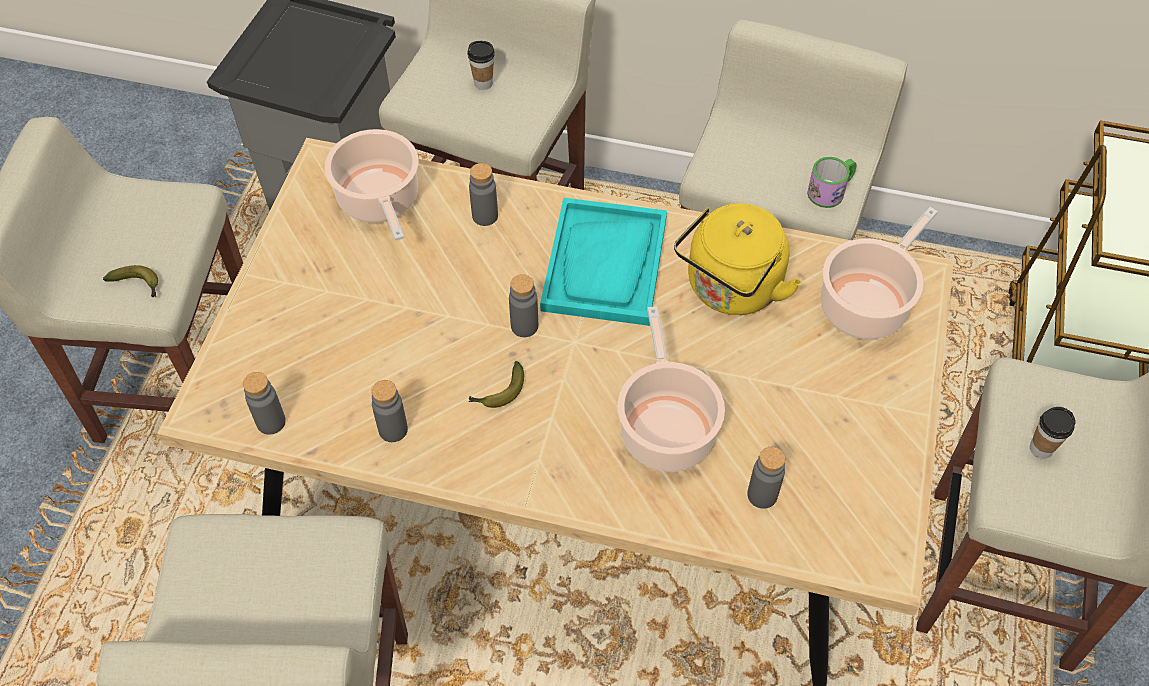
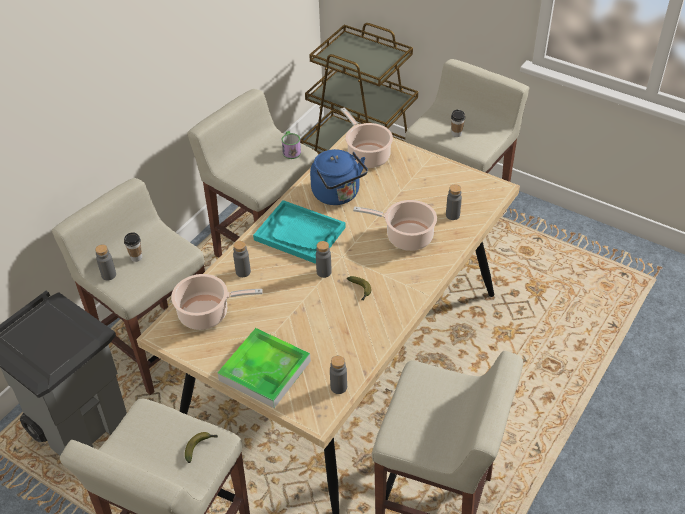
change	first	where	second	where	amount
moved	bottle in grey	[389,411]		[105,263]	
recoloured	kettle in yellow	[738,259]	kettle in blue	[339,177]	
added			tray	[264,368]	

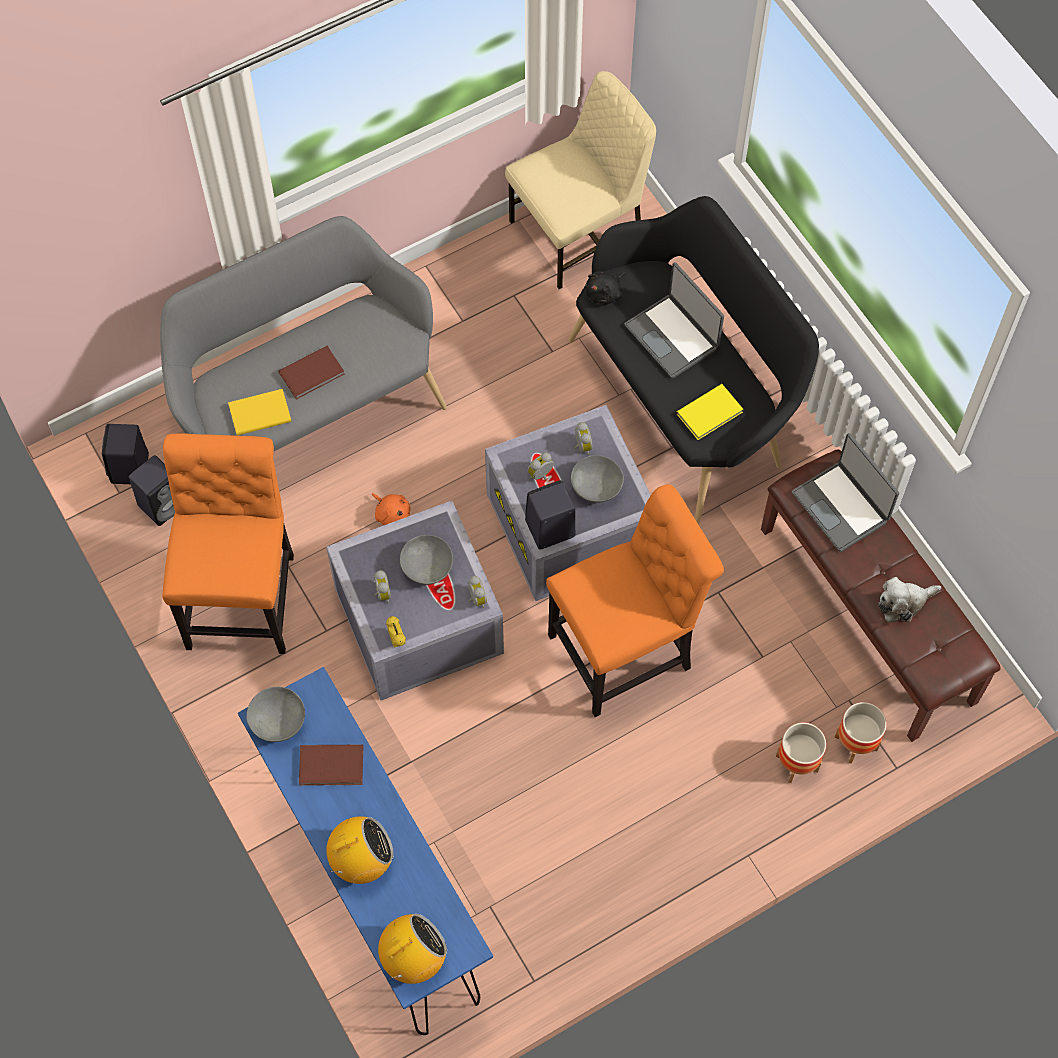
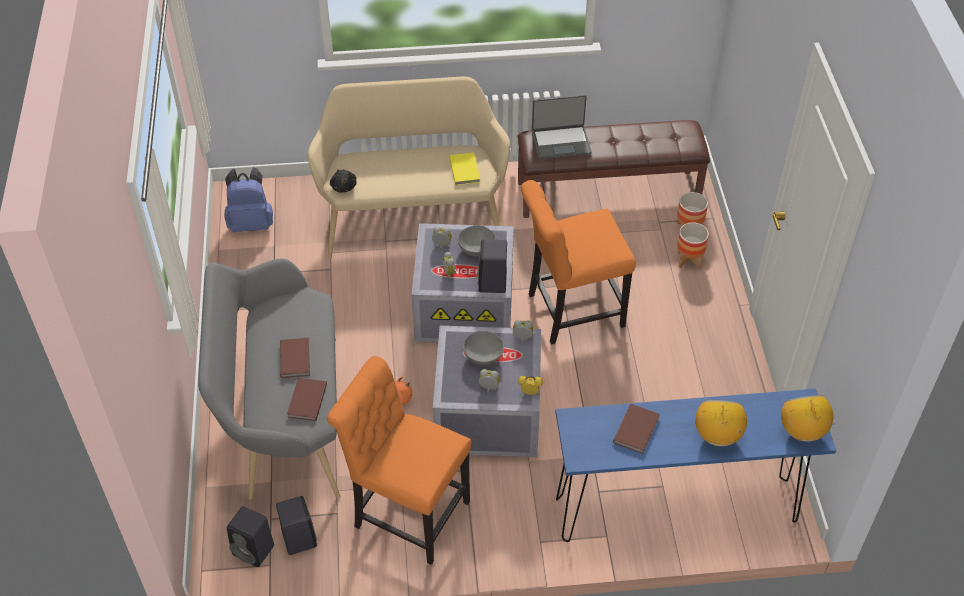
change	first	where	second	where	amount
recoloured	book in yellow	[260,412]	book in brown	[307,399]	
removed	bowl in grey	[275,714]			
replaced	chair in beige	[580,180]	backpack in blue	[249,199]	
turned	chair in orange	[635,600]		[578,262]	105 degrees counterclockwise
recoloured	bench in black	[693,360]	bench in beige	[409,167]	
removed	laptop	[674,320]			
removed	plush toy	[910,600]			

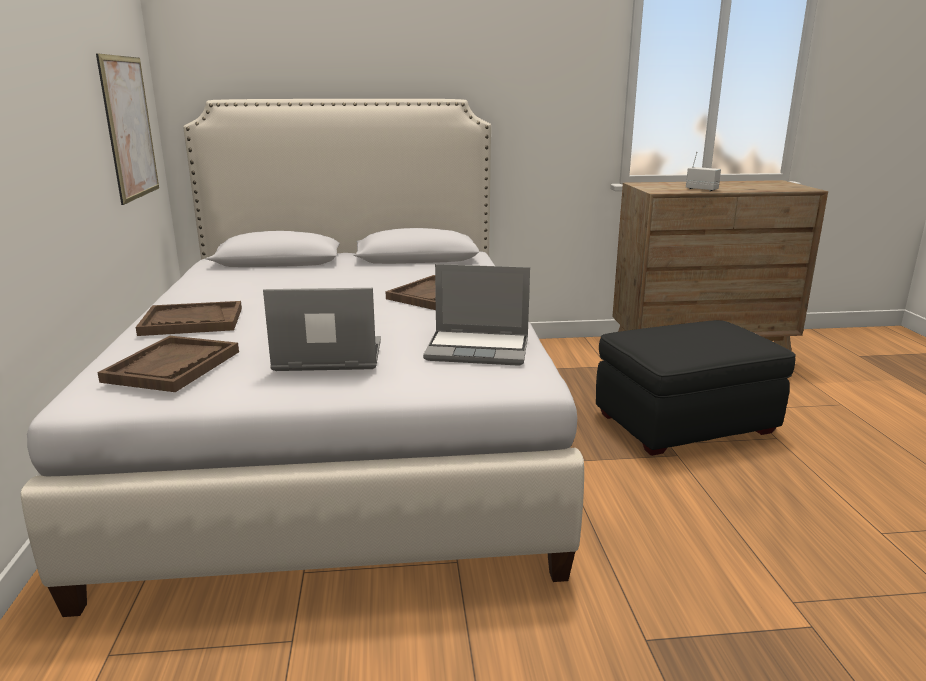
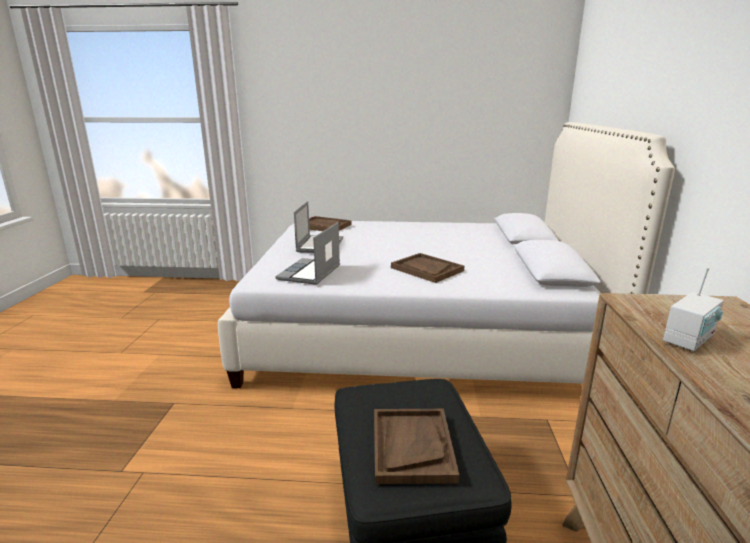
change	first	where	second	where	amount
removed	picture	[127,129]			
moved	tray in brown	[189,318]		[417,446]	

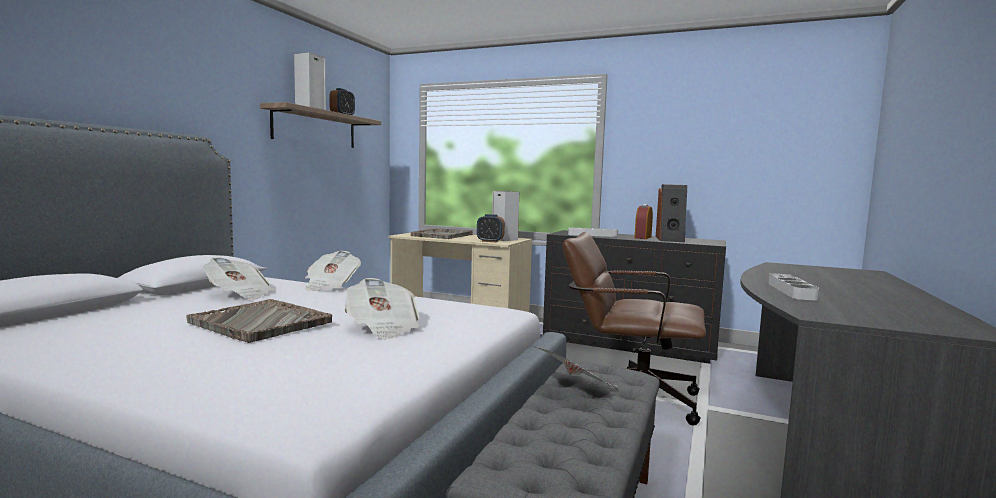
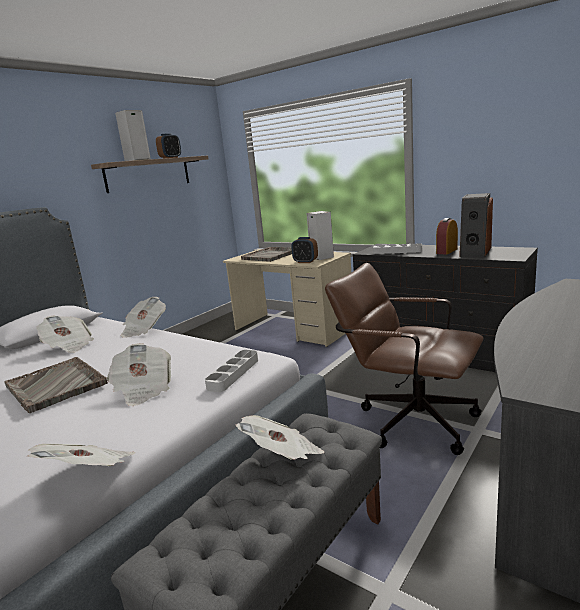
change	first	where	second	where	amount
moved	tray in grey	[794,286]		[231,371]	
added			newspaper	[81,455]	

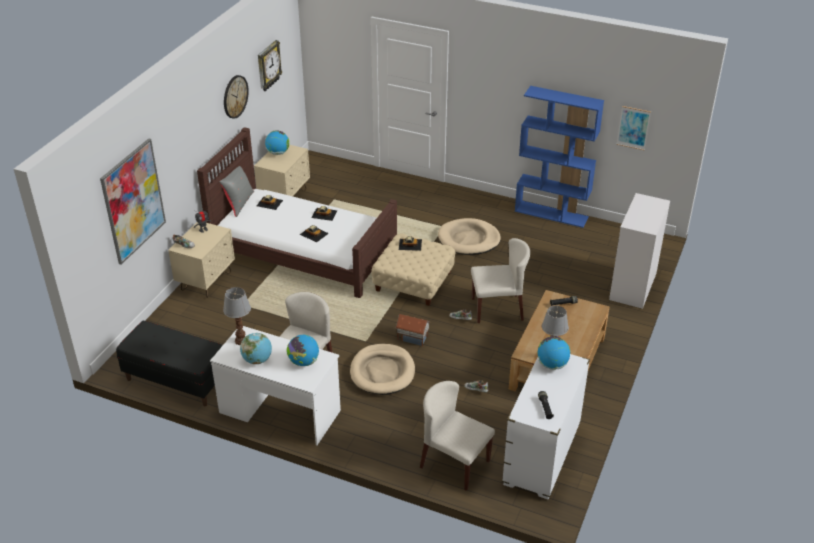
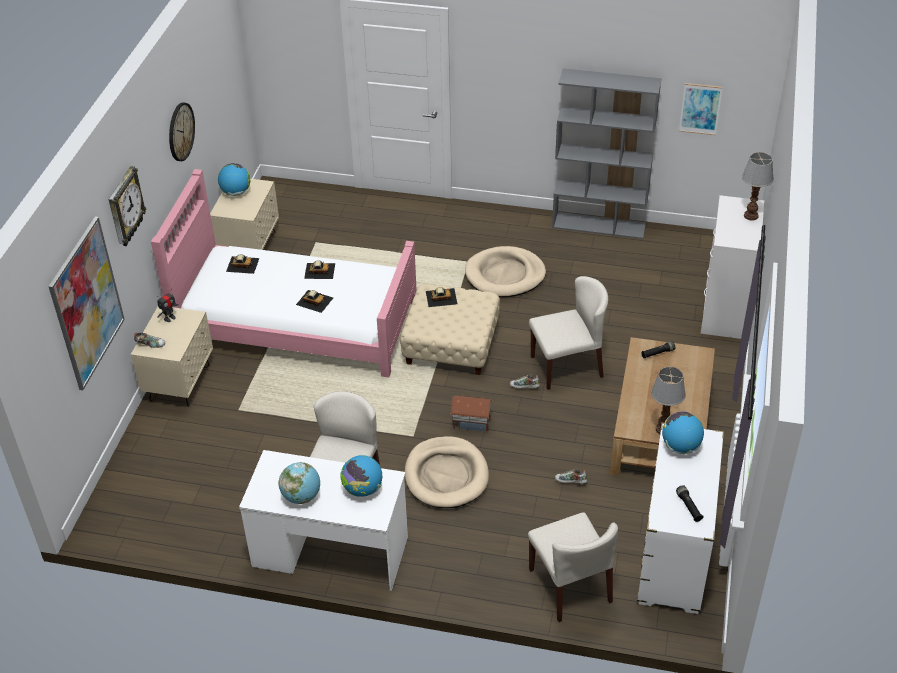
change	first	where	second	where	amount
removed	bench in black	[169,364]			
recoloured	bed in brown	[297,212]	bed in pink	[284,273]	
removed	pillow in grey	[237,191]			
moved	table lamp	[237,316]		[758,186]	
moved	wall clock	[270,65]		[127,206]	
turned	chair in beige	[457,436]		[573,567]	135 degrees counterclockwise
recoloured	bookcase in blue	[559,157]	bookcase in grey	[607,154]	

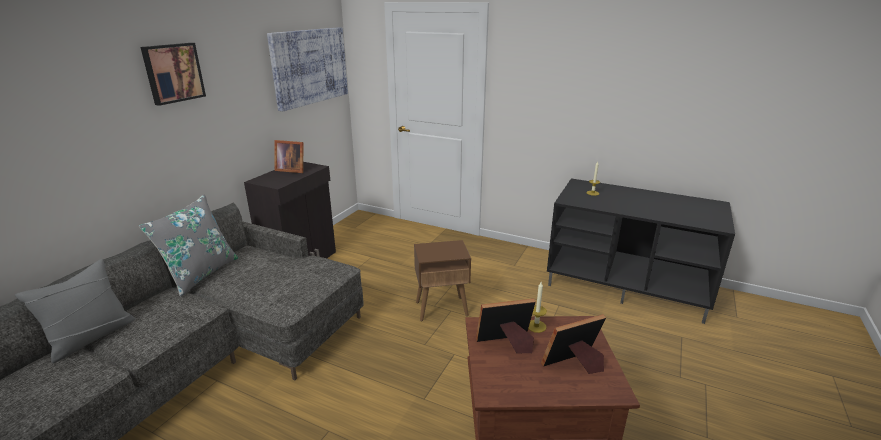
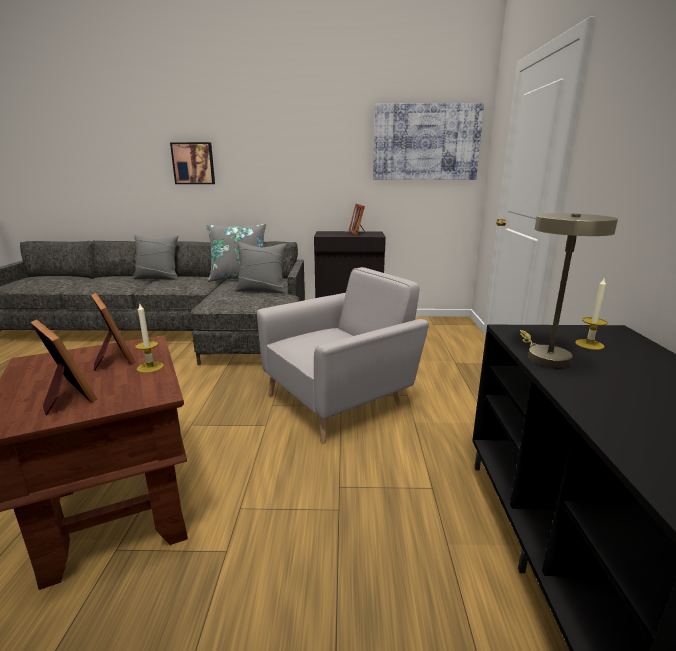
change	first	where	second	where	amount
moved	picture	[173,74]		[192,163]	
replaced	side table in brown	[442,280]	armchair in grey	[343,355]	
added			pillow in grey	[261,267]	
added			table lamp in beige	[569,290]	

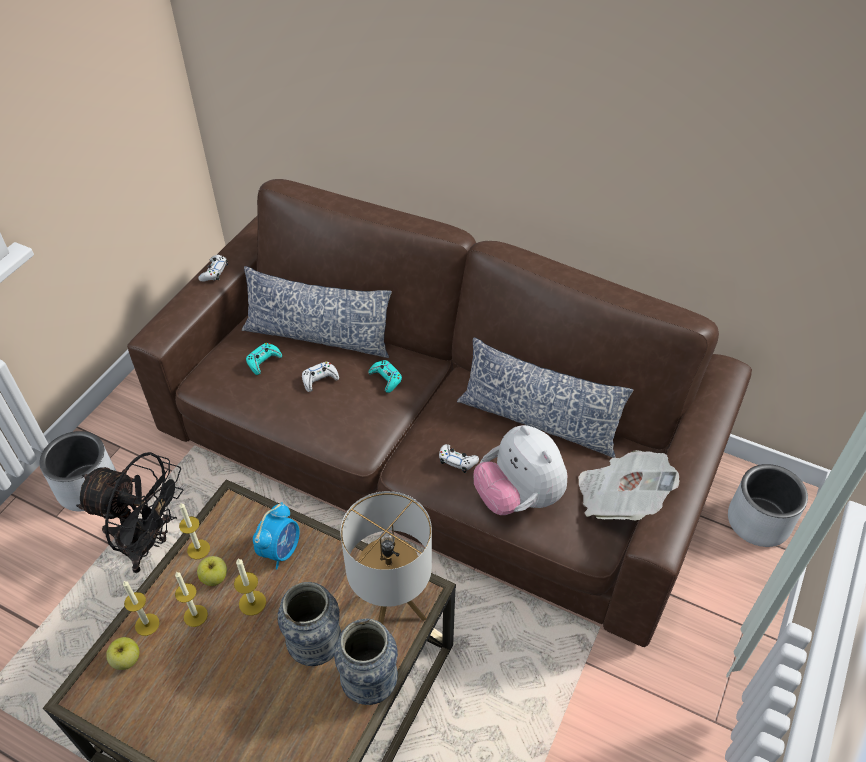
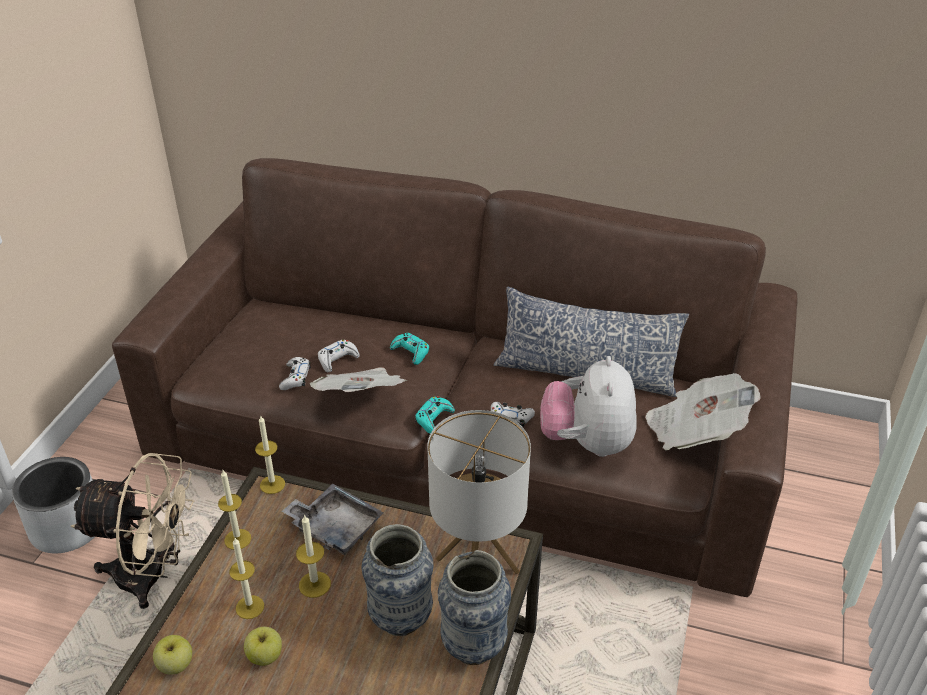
change	first	where	second	where	amount
recoloured	fan in black	[130,512]	fan in beige	[132,531]	
moved	candle	[141,608]		[270,455]	
moved	apple	[212,571]		[263,646]	
moved	game controller in white	[213,268]		[295,373]	
removed	pillow	[317,312]			
moved	game controller in turquoise	[264,359]		[435,415]	
replaced	alarm clock	[276,535]	tray in grey	[333,519]	
turned	plush toy	[520,470]		[588,406]	45 degrees clockwise
removed	planter in grey	[768,505]			
added			newspaper	[358,380]	

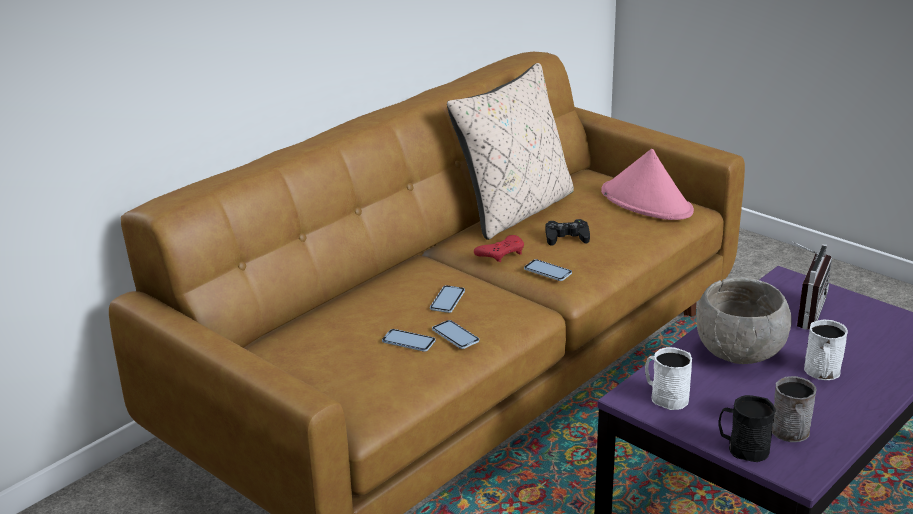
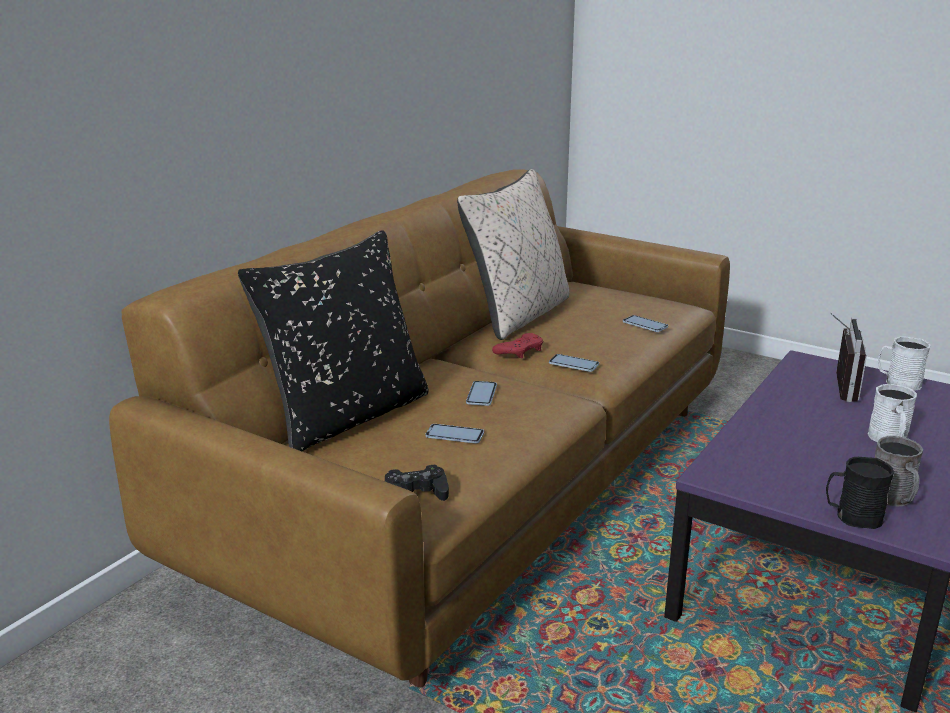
change	first	where	second	where	amount
moved	phone	[455,334]		[645,323]	
moved	game controller in black	[567,232]		[417,483]	
removed	hat in pink	[647,184]			
moved	mug in white	[668,378]		[904,363]	
removed	bowl in grey	[744,320]			
added			pillow in black	[333,340]	

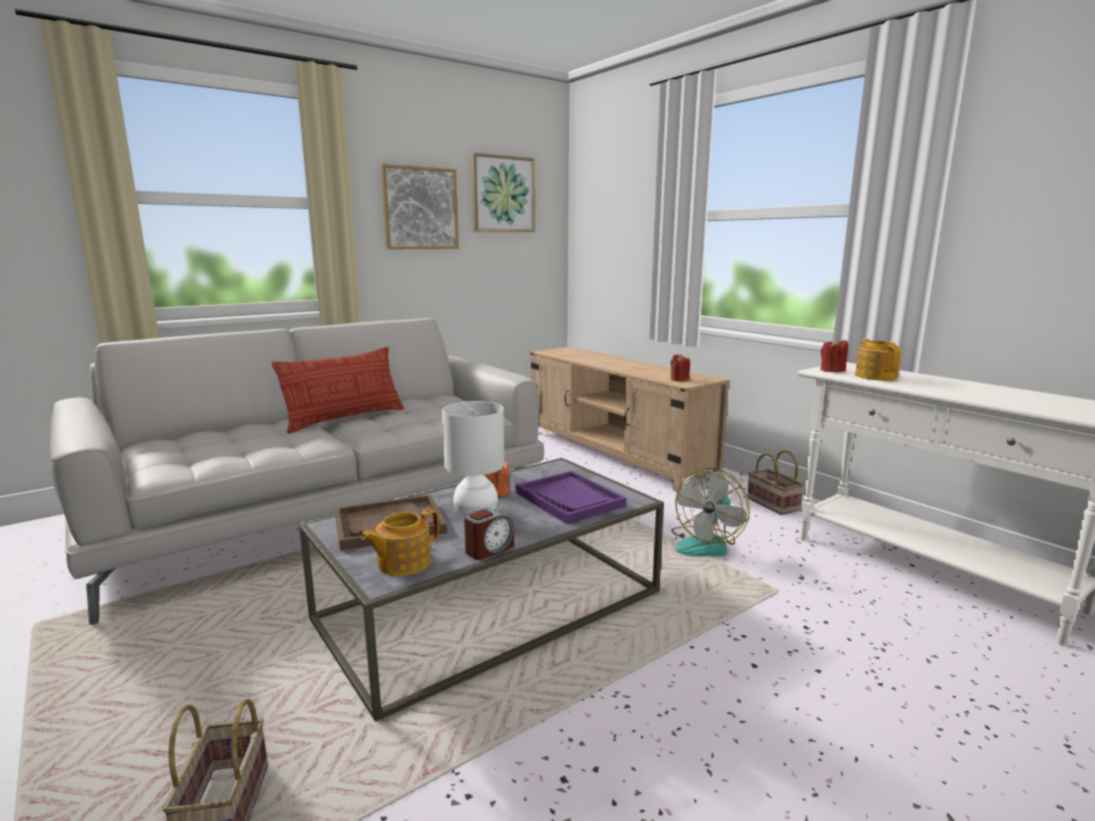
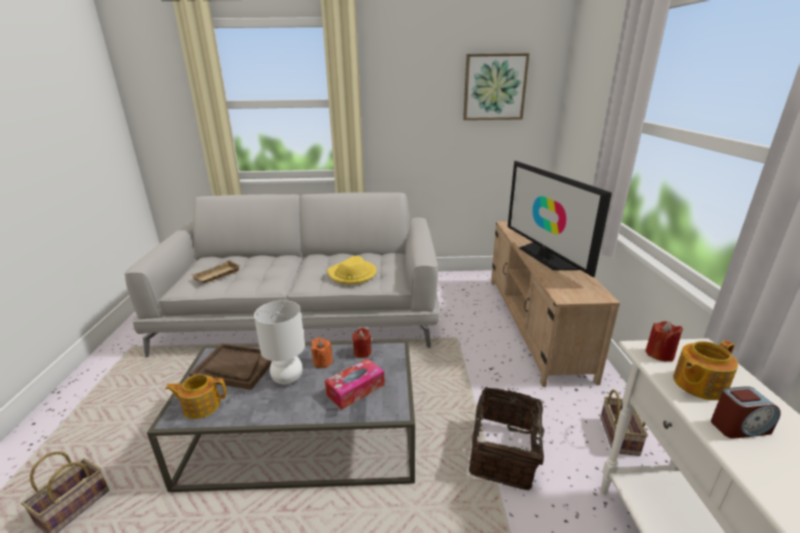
change	first	where	second	where	amount
removed	pillow	[338,390]			
removed	picture	[420,206]			
moved	alarm clock	[489,534]		[746,412]	
replaced	tray in purple	[570,497]	tissue box	[355,384]	
moved	candle in red	[680,367]		[362,343]	
replaced	fan	[710,512]	basket	[513,438]	
turned	teapot	[878,360]		[705,370]	150 degrees counterclockwise
added			tray in beige	[215,272]	
added			hat in yellow	[352,270]	
added			television	[560,219]	

